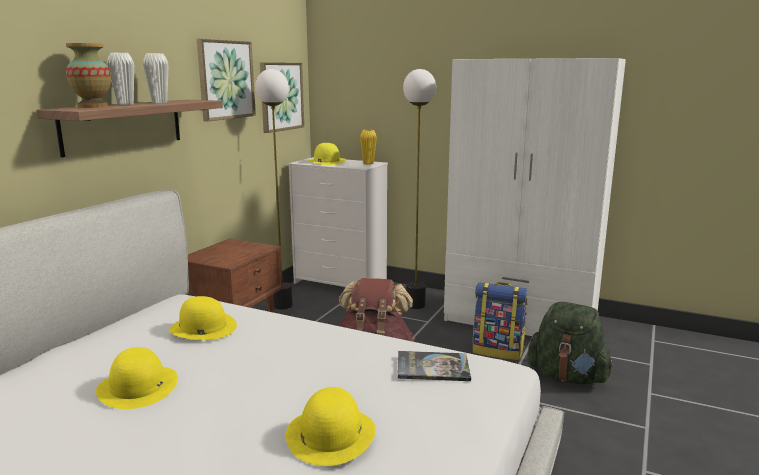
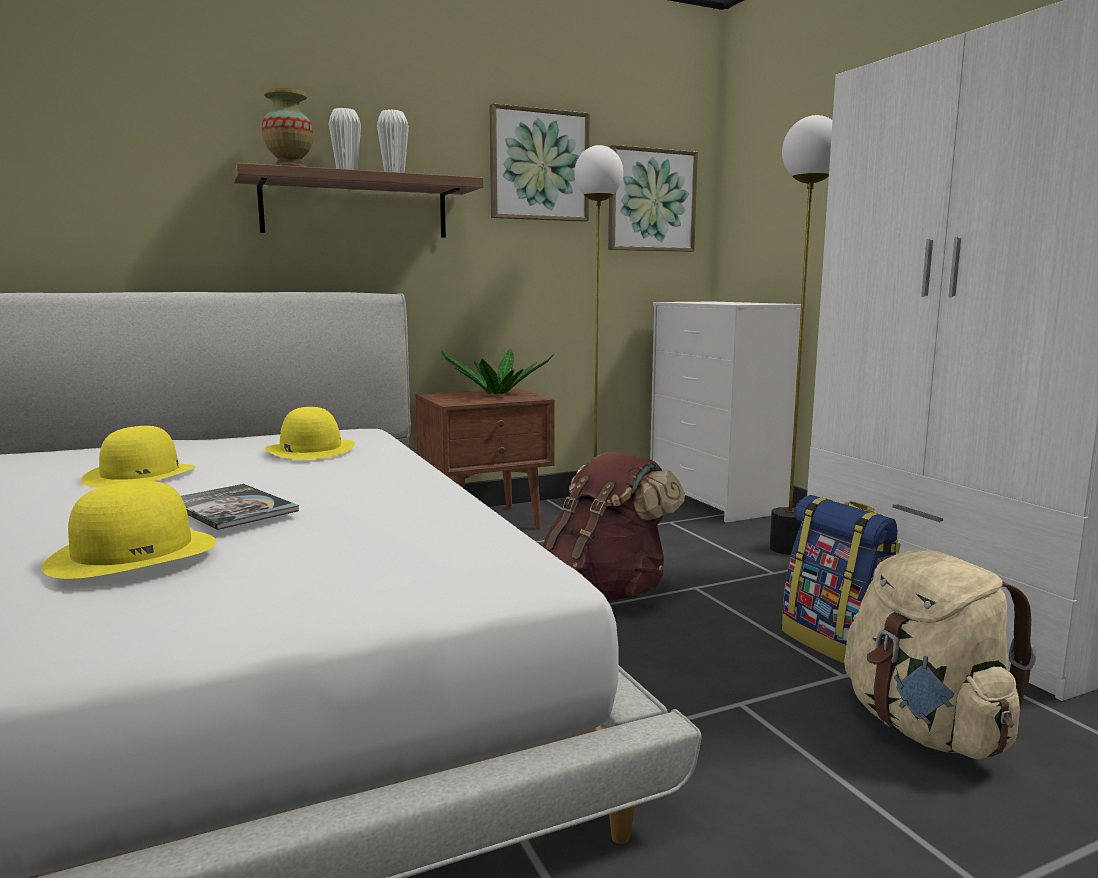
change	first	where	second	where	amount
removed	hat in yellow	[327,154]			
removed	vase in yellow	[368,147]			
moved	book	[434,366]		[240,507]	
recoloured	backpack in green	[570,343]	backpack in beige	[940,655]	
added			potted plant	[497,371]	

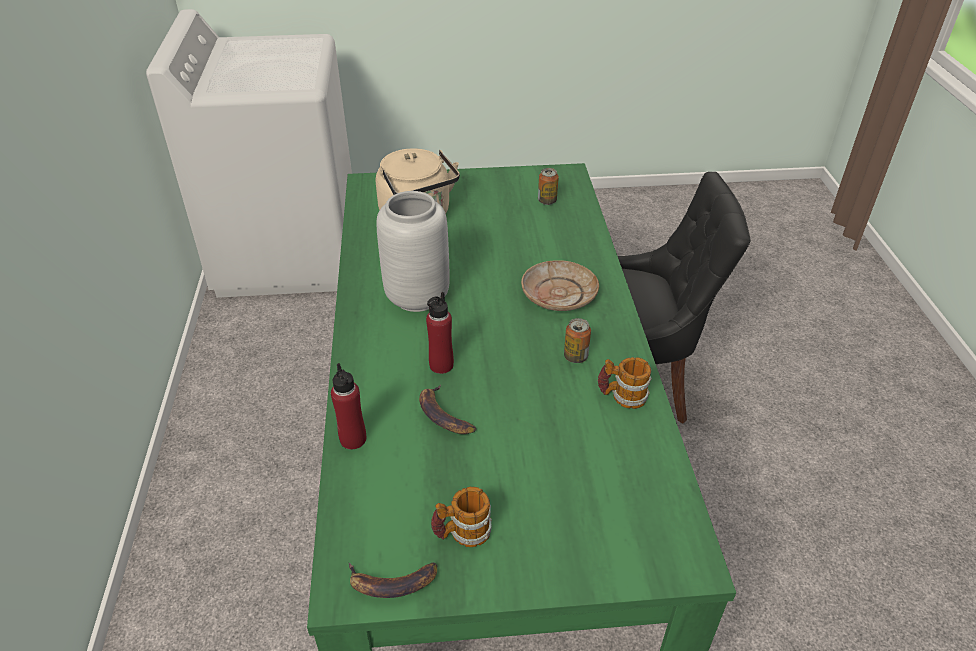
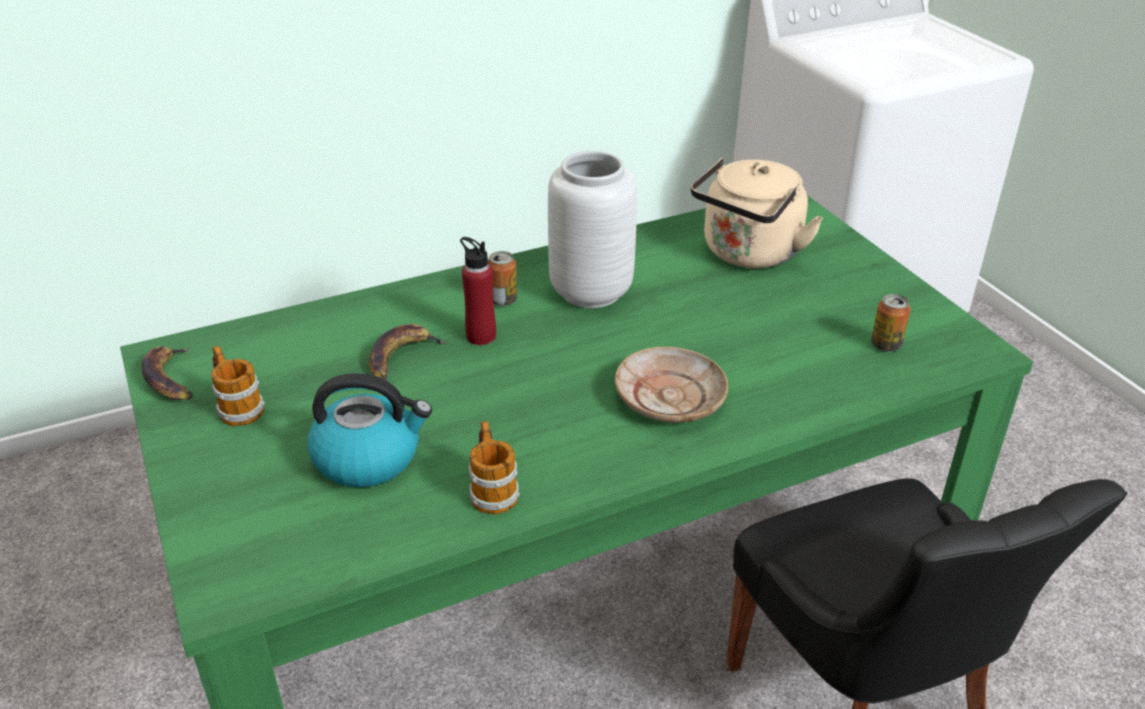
change	first	where	second	where	amount
removed	bottle in red	[348,406]			
moved	can	[577,340]		[502,278]	
added			kettle	[369,430]	

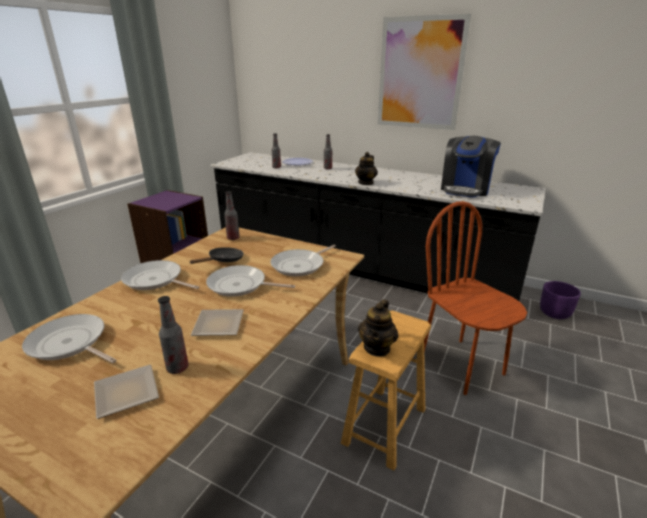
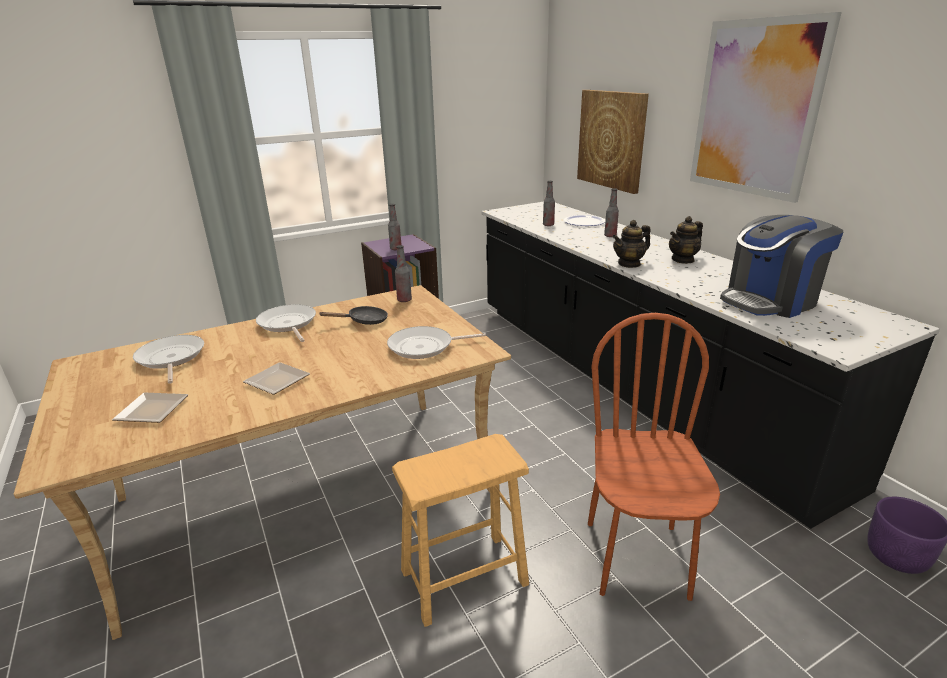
change	first	where	second	where	amount
moved	bottle	[173,335]		[395,227]	
removed	frying pan	[250,281]			
moved	teapot	[378,328]		[686,240]	
added			picture	[613,142]	

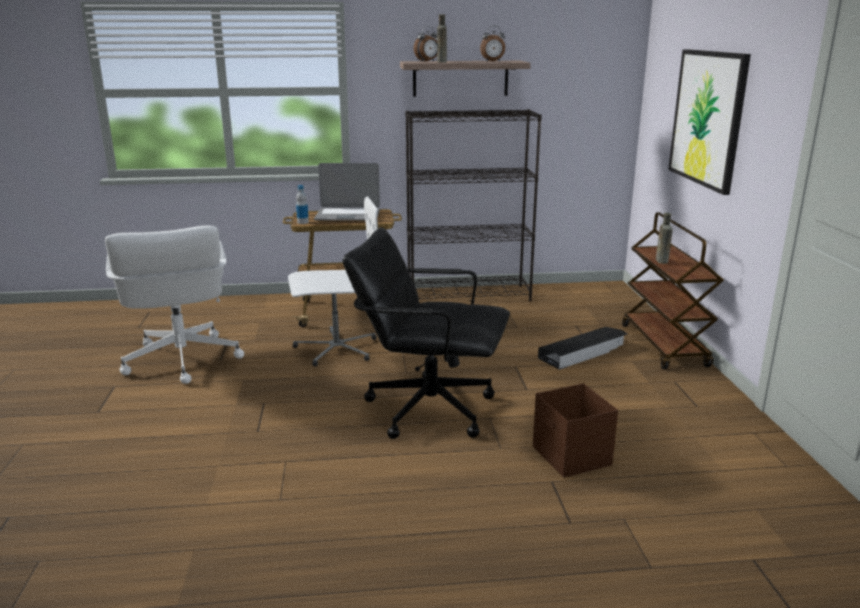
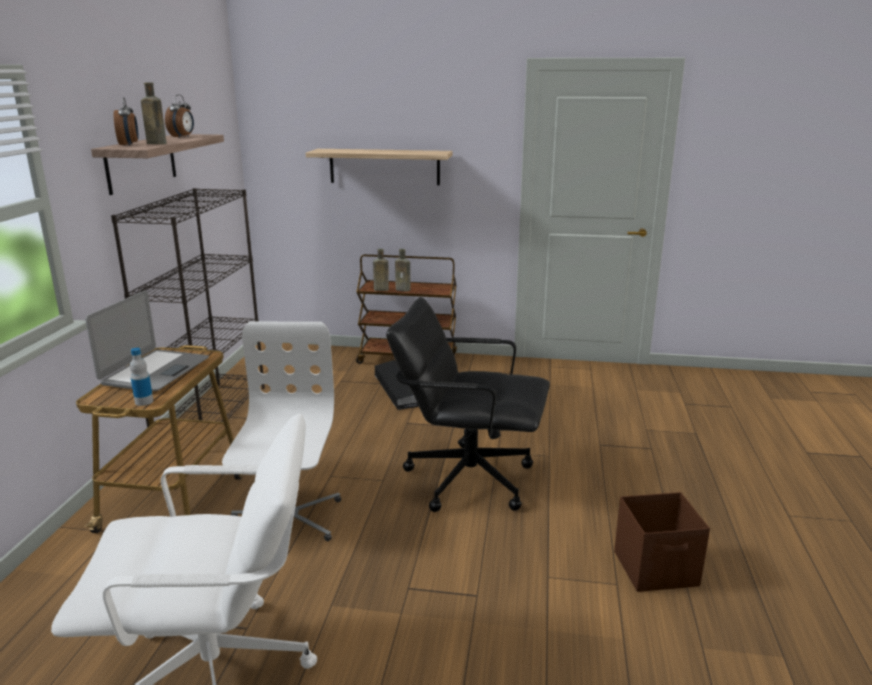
change	first	where	second	where	amount
turned	office chair in black	[426,333]		[468,404]	75 degrees clockwise
moved	storage box in brown	[575,431]		[662,542]	
replaced	picture	[709,122]	shelf	[379,167]	
added			bottle in brown	[381,270]	

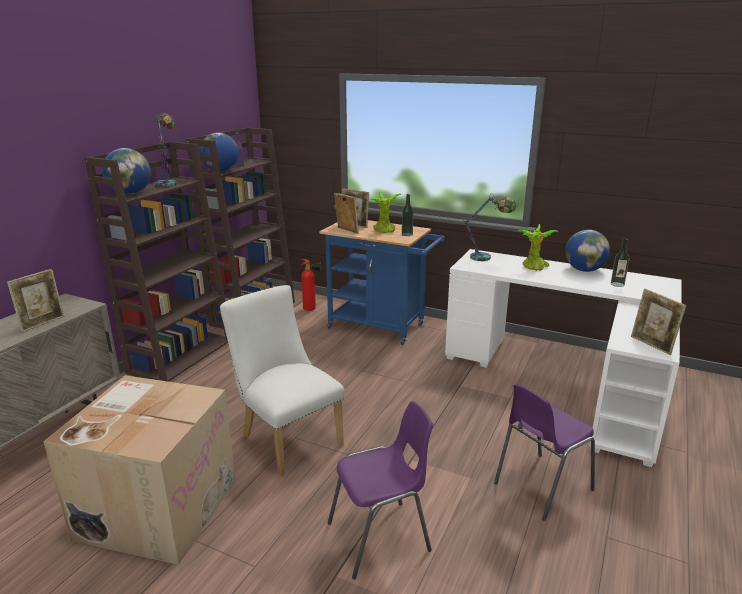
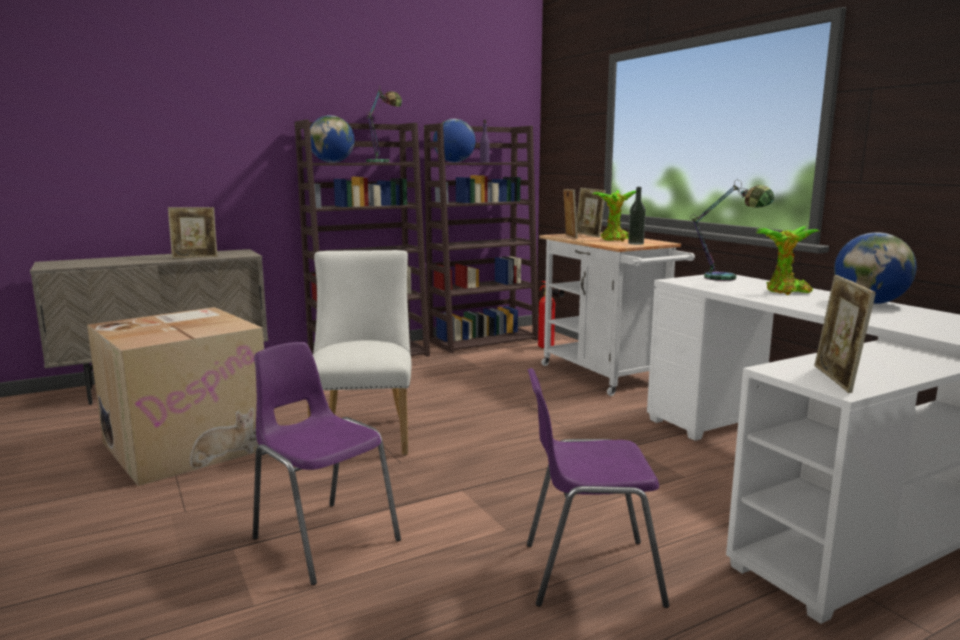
change	first	where	second	where	amount
recoloured	cart in blue	[382,282]	cart in white	[617,314]	
turned	chair in purple	[380,490]		[327,463]	150 degrees counterclockwise
removed	bottle	[620,262]			

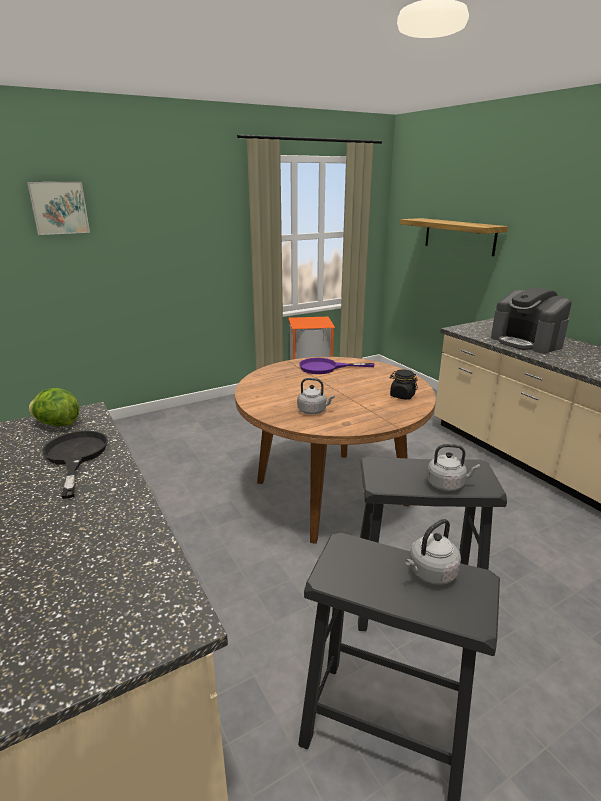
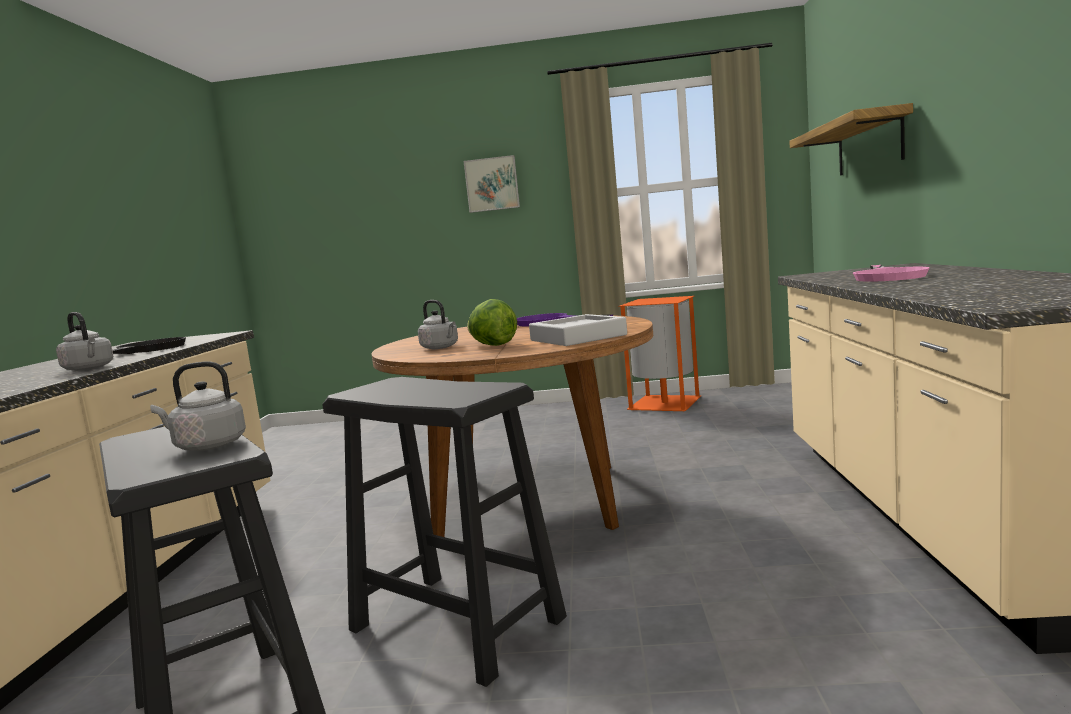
change	first	where	second	where	amount
moved	picture	[58,208]		[492,184]	
moved	lettuce	[53,407]		[492,322]	
replaced	jar in black	[404,384]	tray in grey	[578,330]	
moved	kettle in grey	[453,467]		[85,341]	
replaced	coffee machine	[531,320]	frying pan in pink	[891,273]	

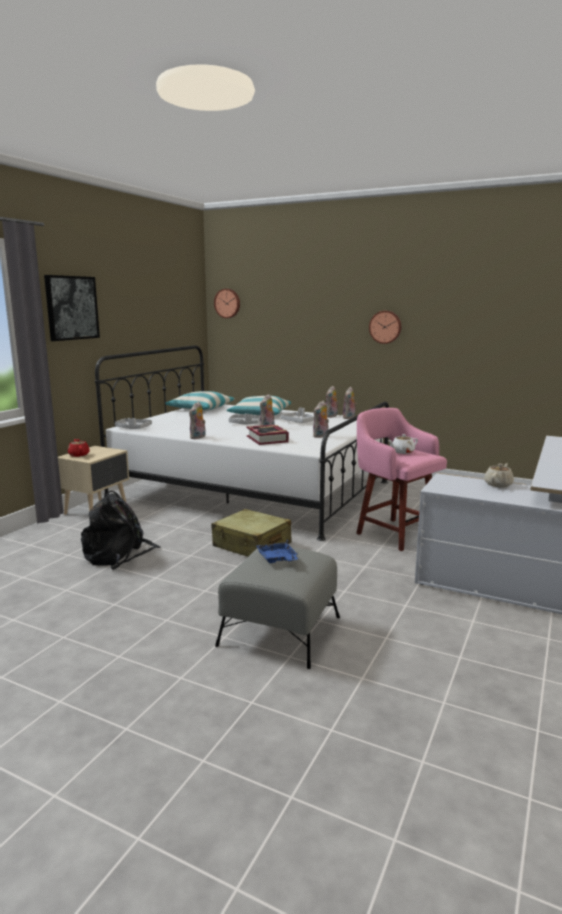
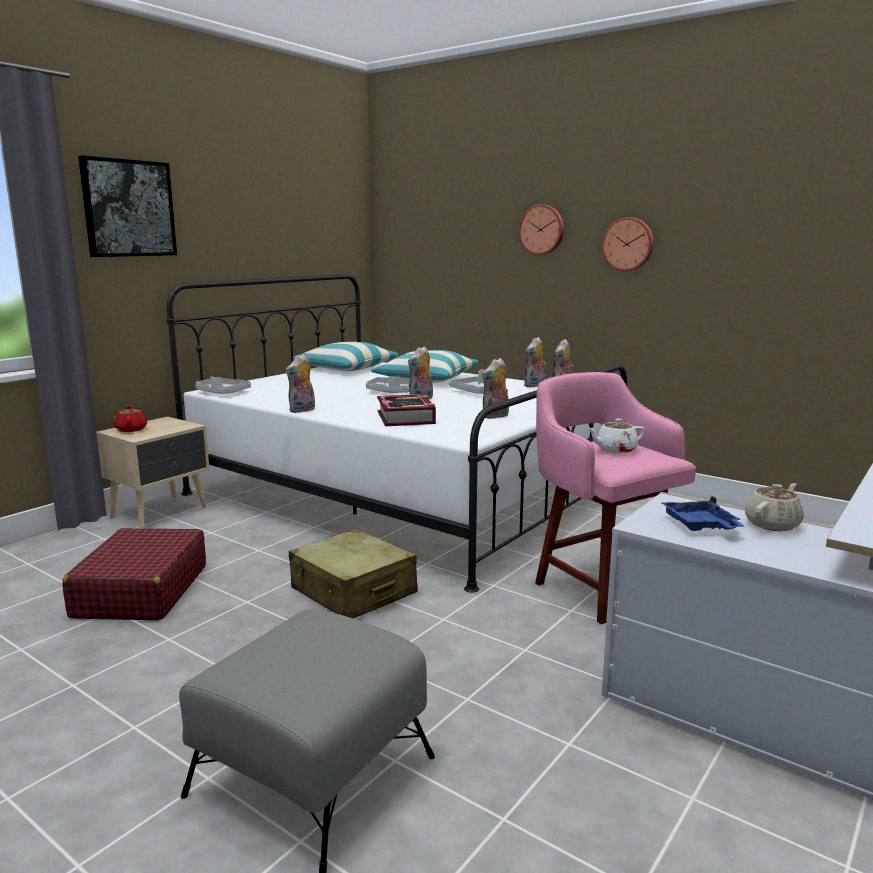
change	first	where	second	where	amount
replaced	backpack in black	[121,530]	suitcase in red	[134,574]	
moved	wall clock	[227,303]		[541,229]	
moved	tray in blue	[277,551]		[703,513]	

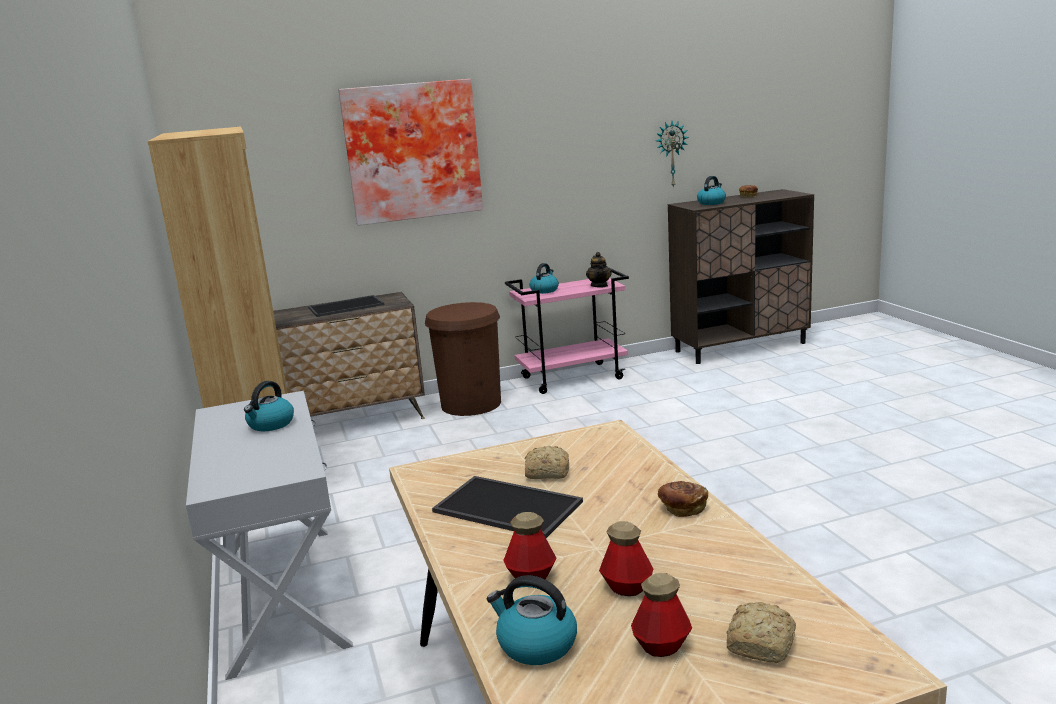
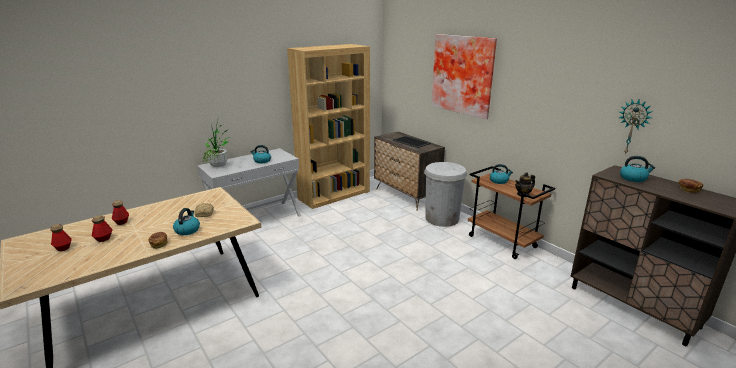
change	first	where	second	where	amount
recoloured	trash can in brown	[463,359]	trash can in white	[445,194]	
removed	tray	[507,507]			
moved	kettle	[532,620]		[186,221]	
recoloured	cart in pink	[567,331]	cart in brown	[511,212]	
removed	bread	[761,632]			
added			potted plant	[216,141]	

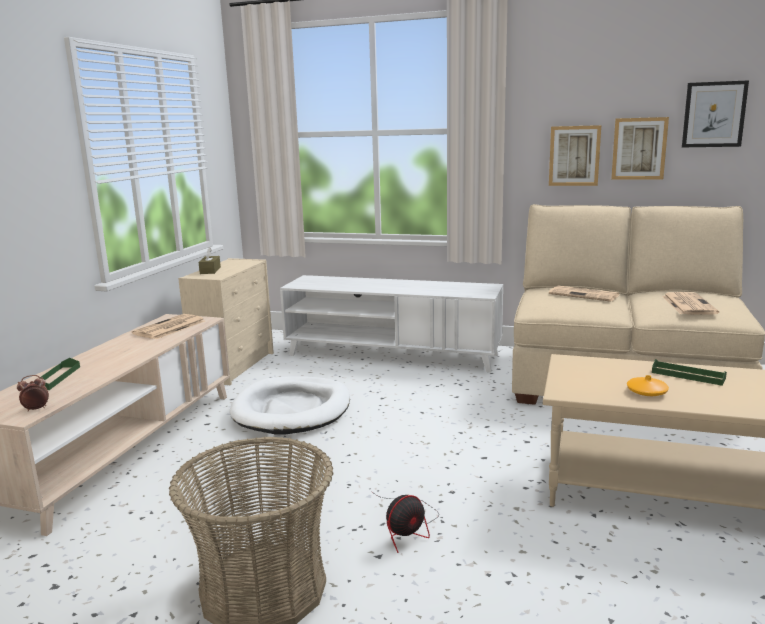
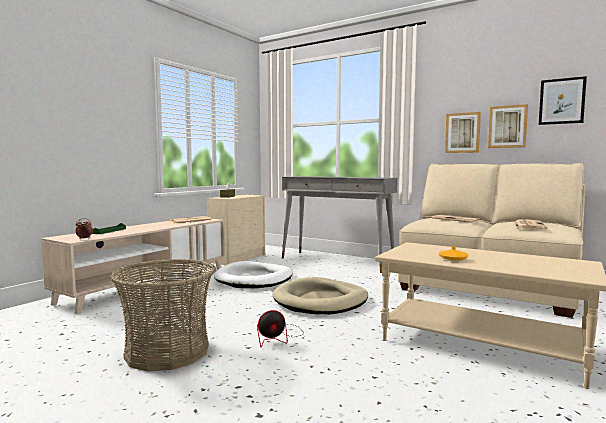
change	first	where	second	where	amount
replaced	tv stand in white	[391,324]	console table in grey	[340,224]	
removed	tray in green	[689,372]			
added			dog bed in beige	[320,295]	

